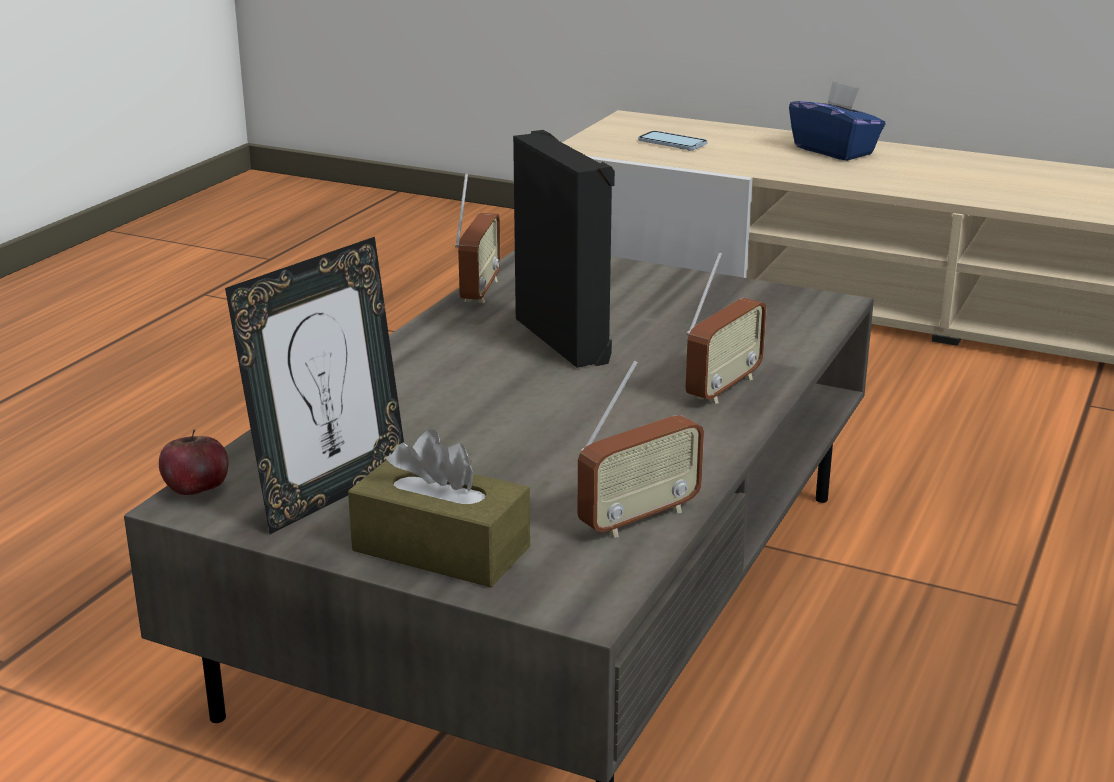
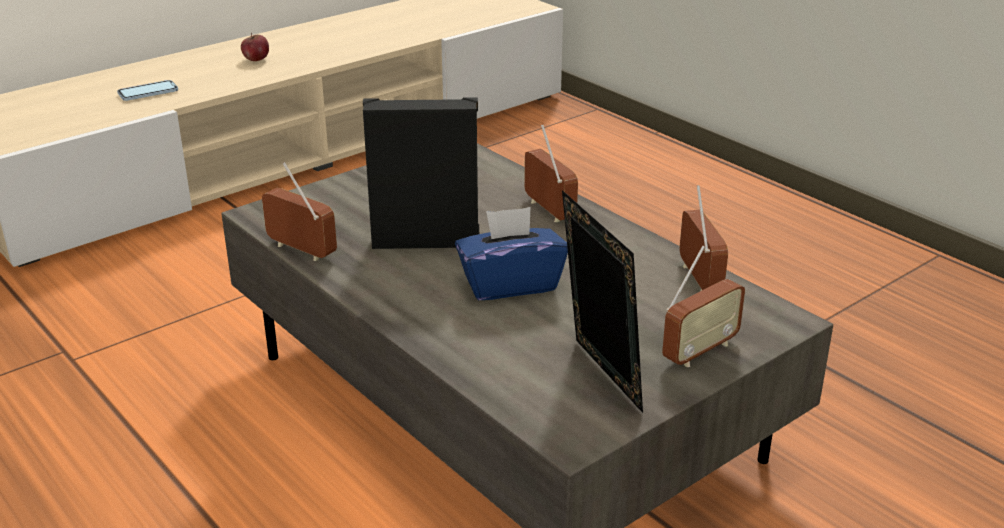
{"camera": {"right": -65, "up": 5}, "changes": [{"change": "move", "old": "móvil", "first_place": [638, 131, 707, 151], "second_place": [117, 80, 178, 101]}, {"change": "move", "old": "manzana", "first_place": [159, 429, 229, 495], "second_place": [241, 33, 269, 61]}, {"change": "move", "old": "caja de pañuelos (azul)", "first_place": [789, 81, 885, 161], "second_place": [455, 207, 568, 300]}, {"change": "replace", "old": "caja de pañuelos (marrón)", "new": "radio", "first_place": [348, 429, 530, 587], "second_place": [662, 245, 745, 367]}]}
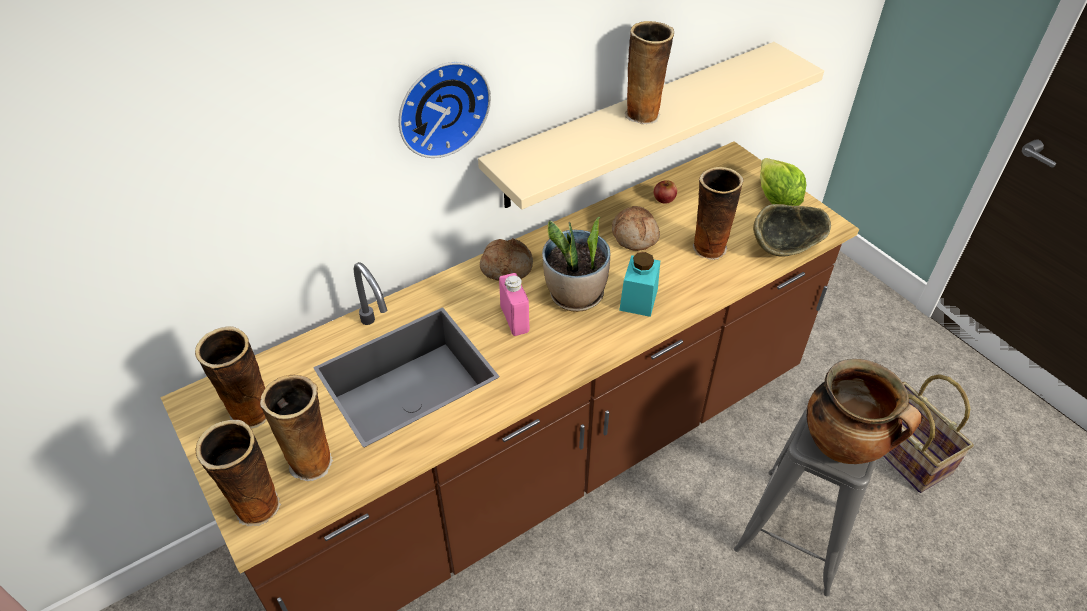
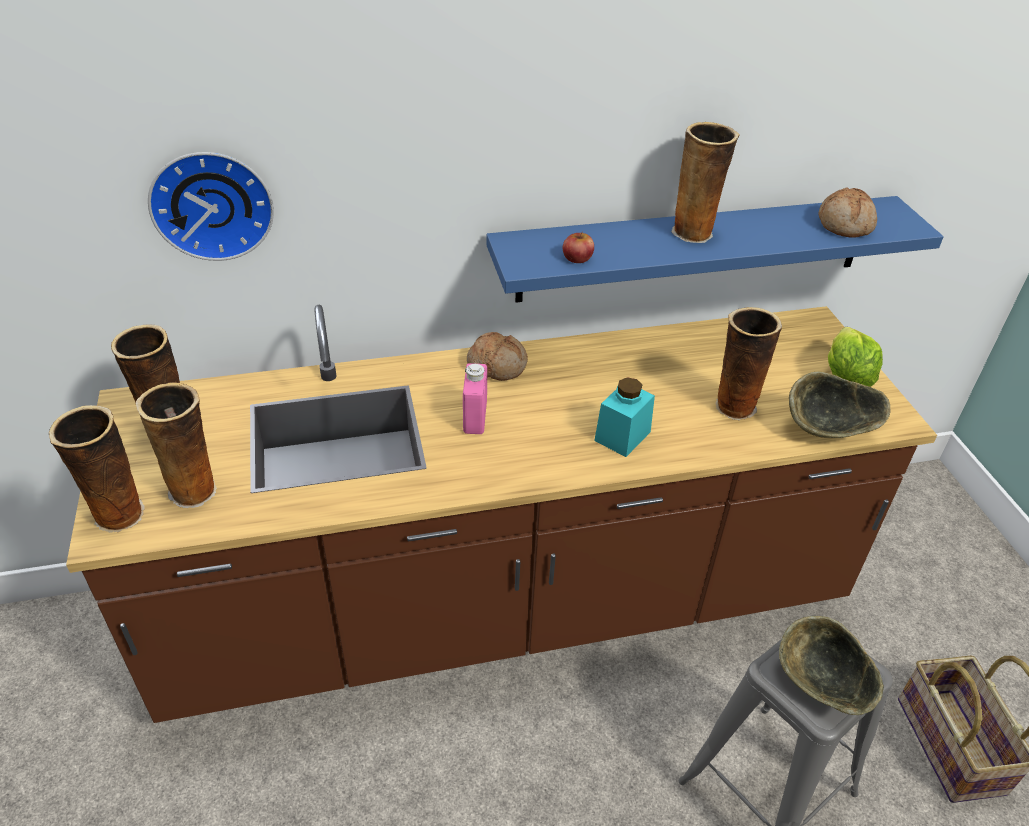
{"camera": {"right": 20, "up": -5}, "changes": [{"change": "move", "old": "reloj de pared", "first_place": [399, 62, 491, 158], "second_place": [148, 152, 274, 261]}, {"change": "recolor", "old": "estante (beis)", "new": "estante (azul)", "first_place": [478, 42, 824, 210], "second_place": [486, 196, 944, 303]}, {"change": "move", "old": "manzana", "first_place": [654, 180, 677, 204], "second_place": [563, 231, 594, 263]}, {"change": "replace", "old": "olla", "new": "cuenco", "first_place": [807, 359, 922, 464], "second_place": [779, 616, 884, 715]}, {"change": "move", "old": "pan", "first_place": [612, 206, 660, 251], "second_place": [818, 188, 877, 238]}, {"change": "delete", "old": "planta en maceta", "first_place": [542, 217, 610, 312]}]}
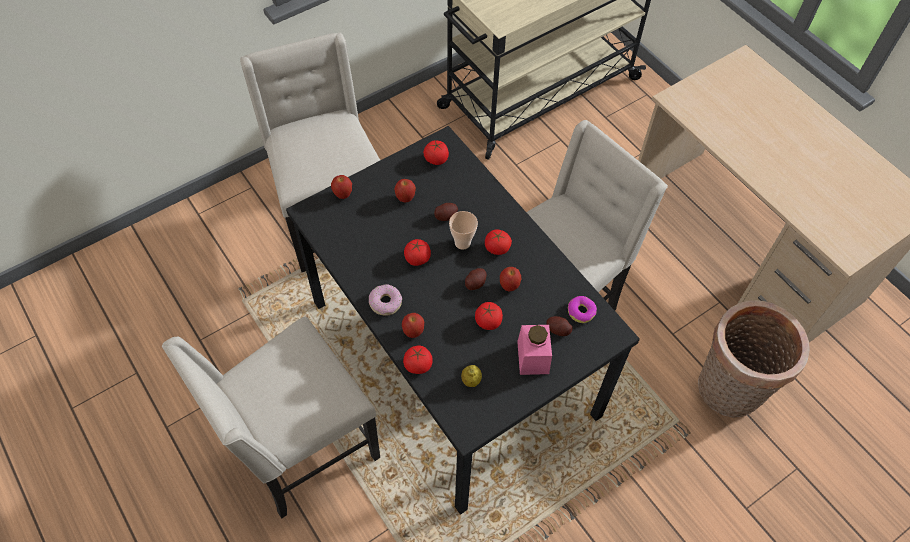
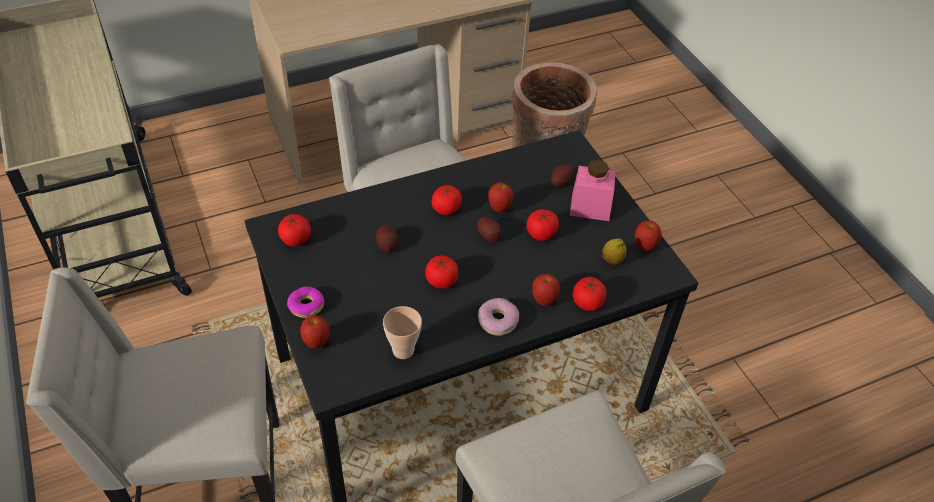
{"camera": {"right": -80, "up": -10}, "changes": [{"change": "move", "old": "rosquilla", "first_place": [568, 296, 597, 323], "second_place": [287, 287, 324, 318]}, {"change": "move", "old": "taza", "first_place": [449, 211, 478, 250], "second_place": [383, 306, 422, 359]}, {"change": "move", "old": "manzana", "first_place": [394, 179, 416, 203], "second_place": [635, 220, 662, 251]}]}
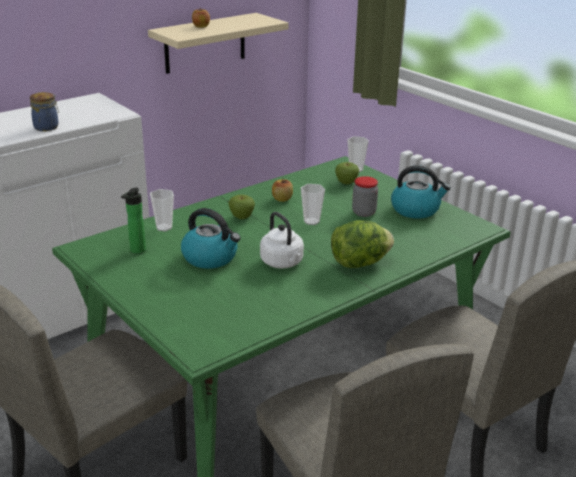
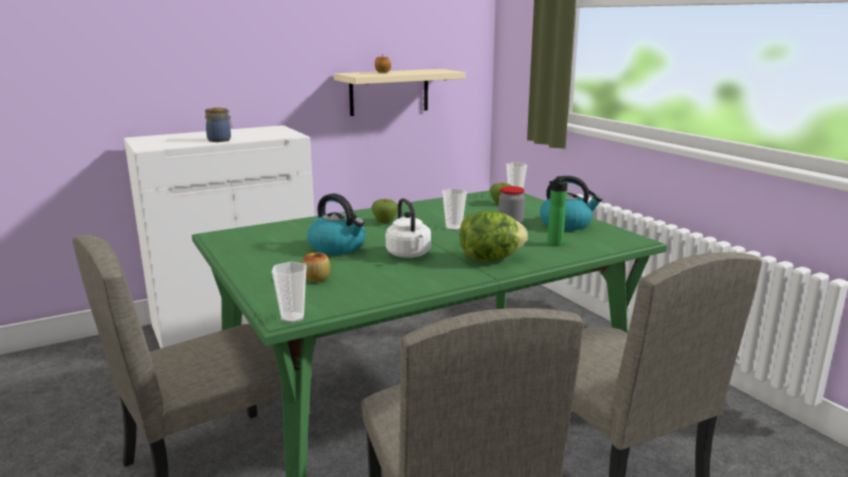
{"camera": {"right": 10, "up": -10}, "changes": [{"change": "move", "old": "taza", "first_place": [150, 189, 174, 232], "second_place": [272, 262, 306, 323]}, {"change": "move", "old": "manzana", "first_place": [272, 178, 293, 202], "second_place": [302, 250, 330, 282]}, {"change": "move", "old": "botella", "first_place": [121, 187, 146, 254], "second_place": [547, 176, 568, 246]}]}
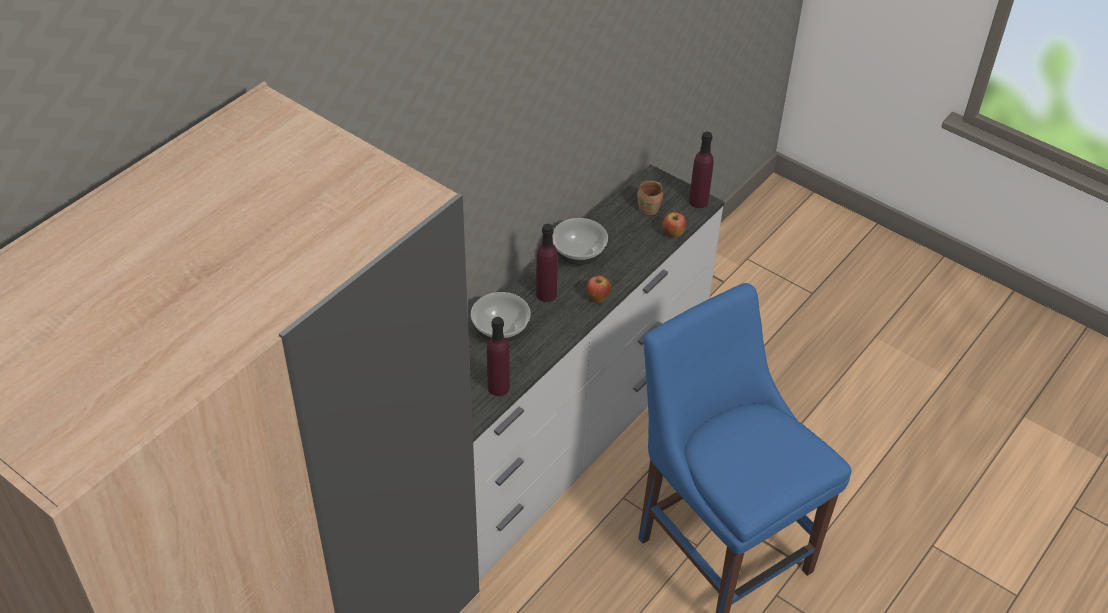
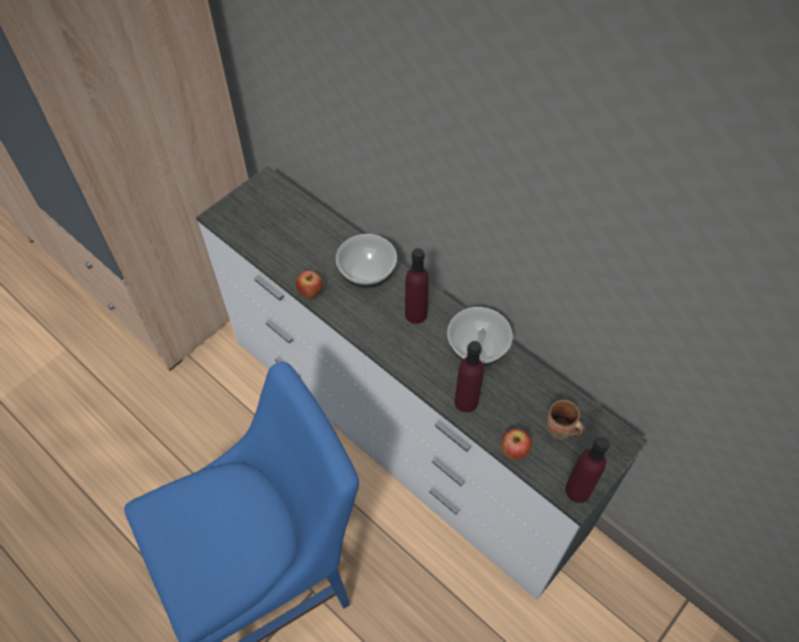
{"camera": {"right": 95, "up": 10}, "changes": [{"change": "move", "old": "manzana", "first_place": [586, 275, 611, 303], "second_place": [296, 271, 323, 299]}, {"change": "move", "old": "botella (morado)", "first_place": [487, 317, 510, 396], "second_place": [454, 341, 484, 413]}]}
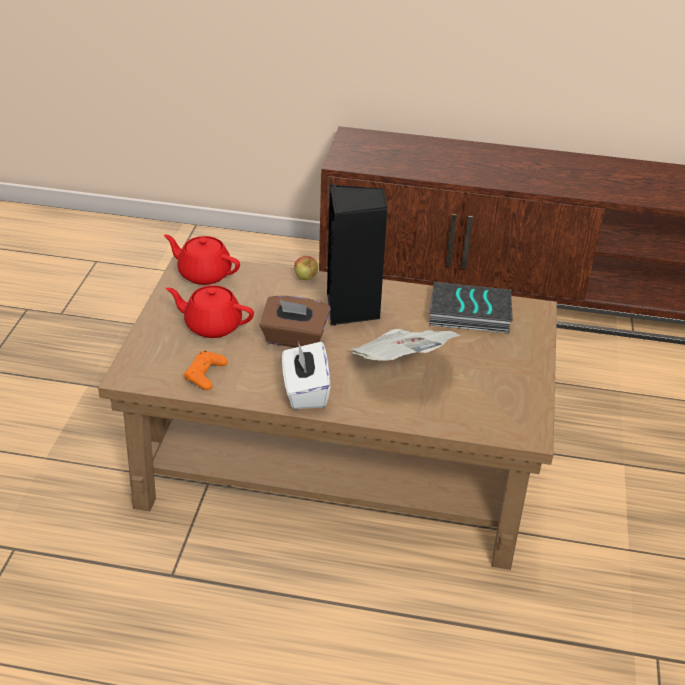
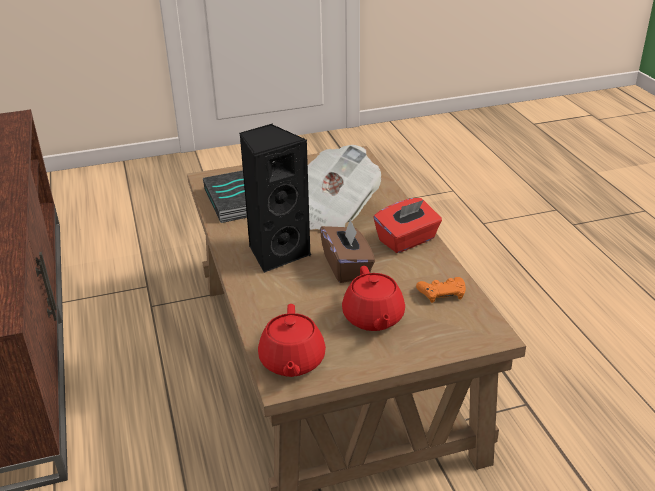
{"camera": {"right": -115, "up": -5}, "changes": [{"change": "recolor", "old": "caja de pañuelos (blanco)", "new": "caja de pañuelos (rojo)", "first_place": [282, 341, 330, 409], "second_place": [373, 198, 442, 253]}, {"change": "delete", "old": "manzana", "first_place": [294, 256, 318, 280]}]}
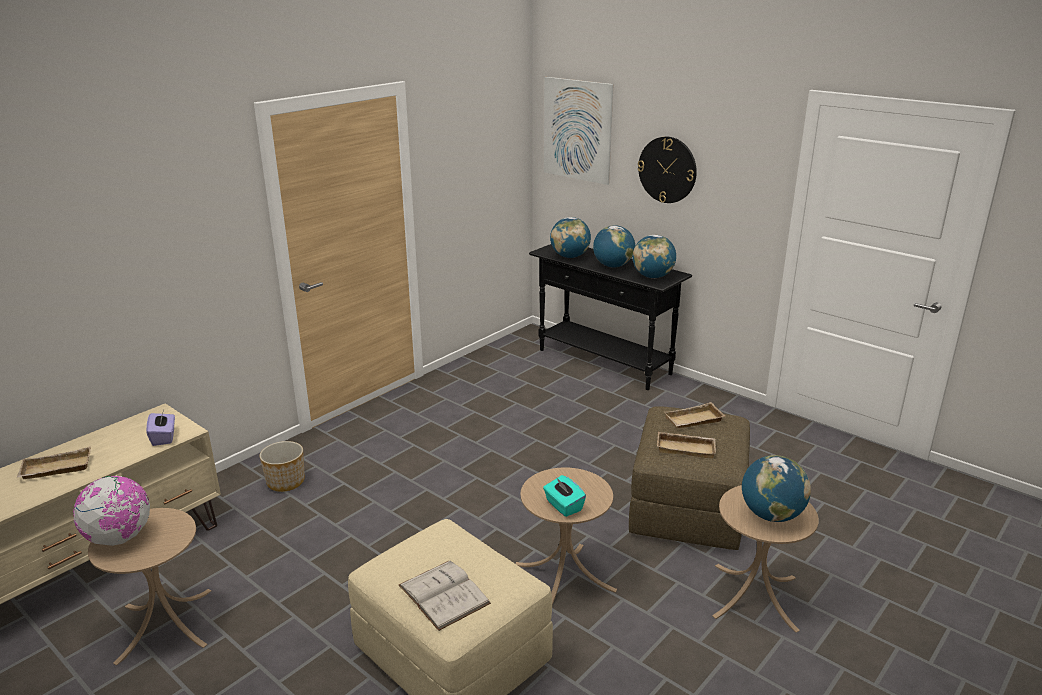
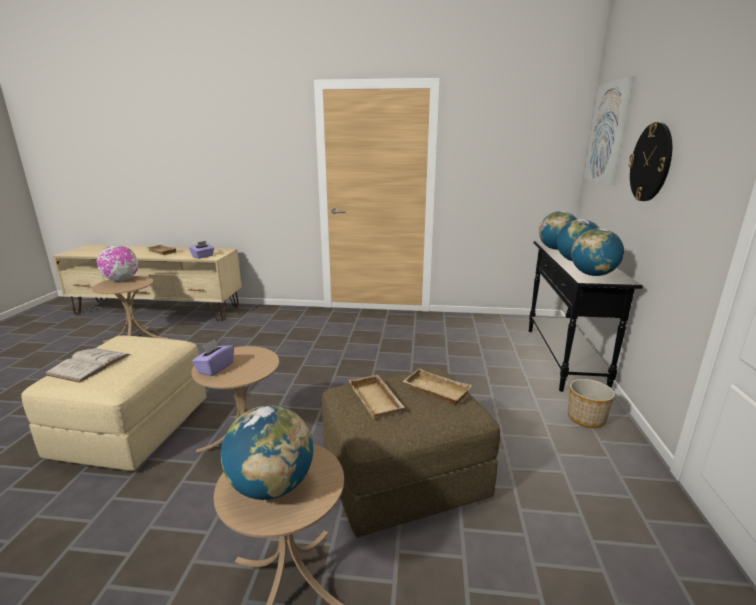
{"camera": {"right": 55, "up": -5}, "changes": [{"change": "recolor", "old": "caja de pañuelos (turquesa)", "new": "caja de pañuelos (morado)", "first_place": [543, 475, 586, 517], "second_place": [192, 339, 234, 376]}, {"change": "move", "old": "maceta", "first_place": [259, 441, 305, 492], "second_place": [568, 379, 615, 428]}]}
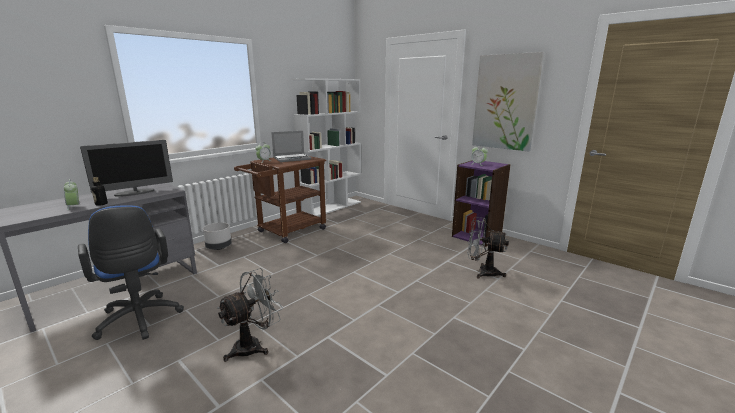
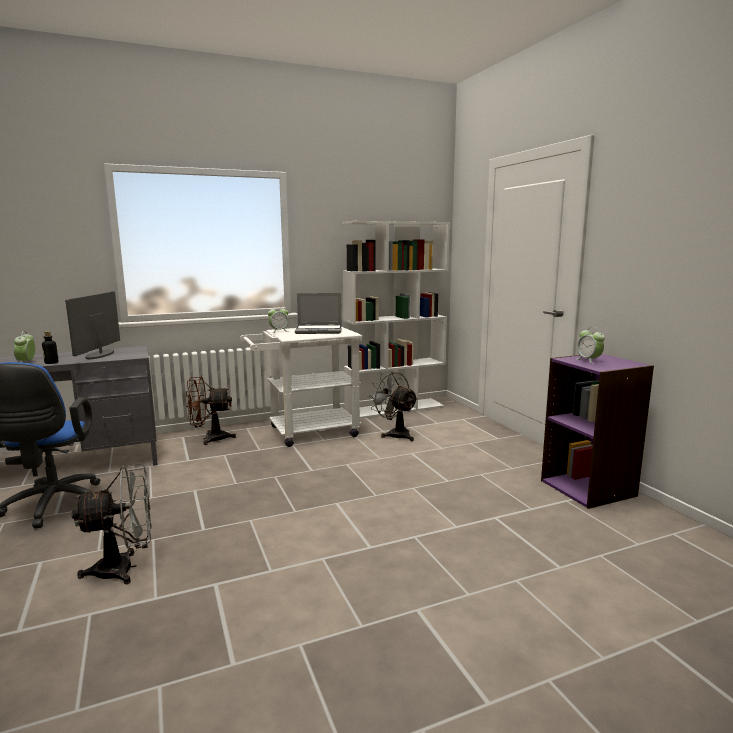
{"camera": {"right": 25, "up": -5}, "changes": [{"change": "rotate", "old": "monitor", "first_place": [80, 140, 173, 197], "second_place": [65, 292, 120, 359], "degrees": 105}, {"change": "replace", "old": "maceta (gris)", "new": "ventilador (marrón)", "first_place": [203, 222, 232, 250], "second_place": [186, 376, 236, 445]}, {"change": "recolor", "old": "carrito (marrón)", "new": "carrito (blanco)", "first_place": [234, 156, 326, 243], "second_place": [240, 327, 362, 447]}, {"change": "move", "old": "ventilador (gris)", "first_place": [467, 217, 509, 279], "second_place": [368, 371, 418, 441]}, {"change": "delete", "old": "cuadro", "first_place": [472, 52, 544, 152]}]}
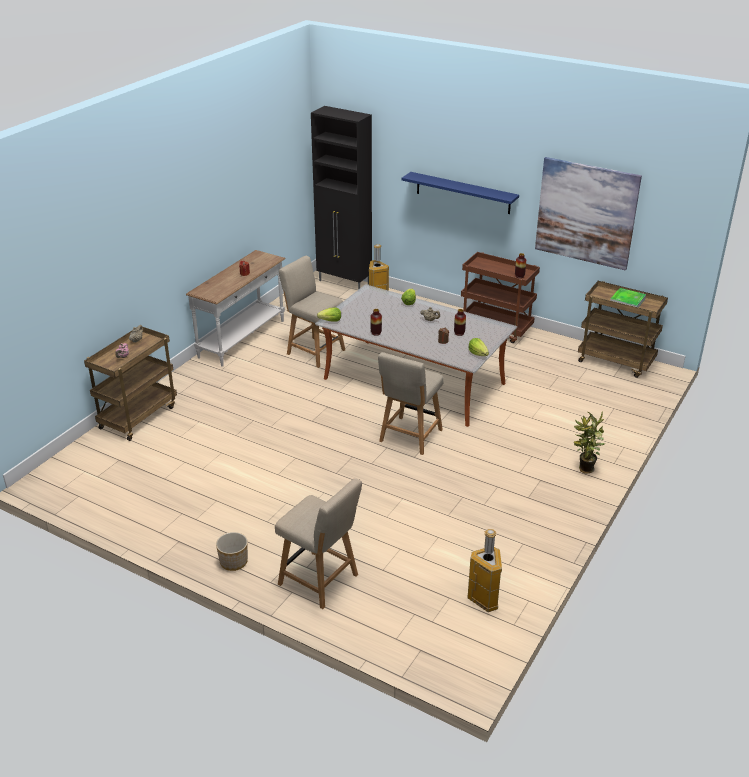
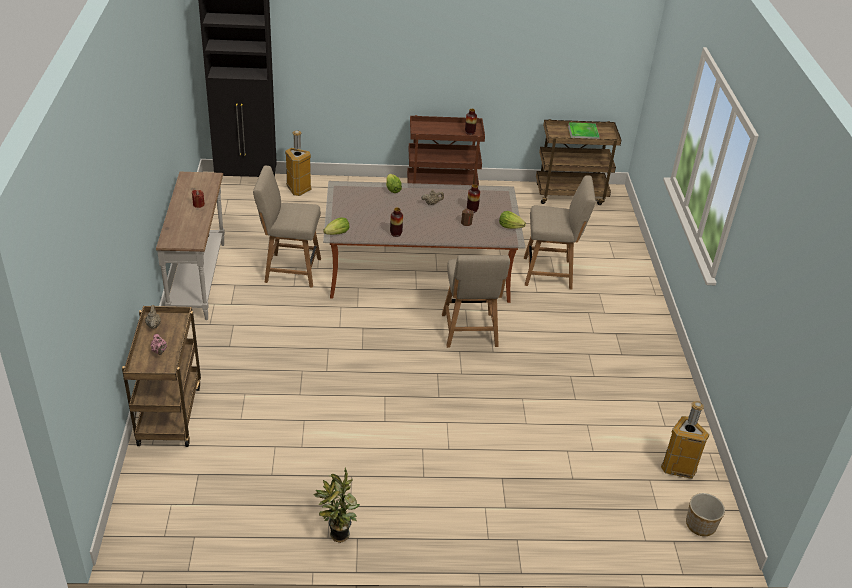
{"camera": {"right": -35, "up": 5}, "changes": [{"change": "move", "old": "planta en maceta", "first_place": [574, 412, 605, 474], "second_place": [313, 467, 360, 543]}, {"change": "move", "old": "silla (beis)", "first_place": [275, 478, 362, 609], "second_place": [524, 175, 596, 289]}, {"change": "move", "old": "maceta", "first_place": [216, 532, 248, 571], "second_place": [686, 493, 725, 536]}, {"change": "delete", "old": "estante (azul)", "first_place": [402, 172, 519, 214]}, {"change": "delete", "old": "cuadro", "first_place": [535, 157, 642, 270]}]}
